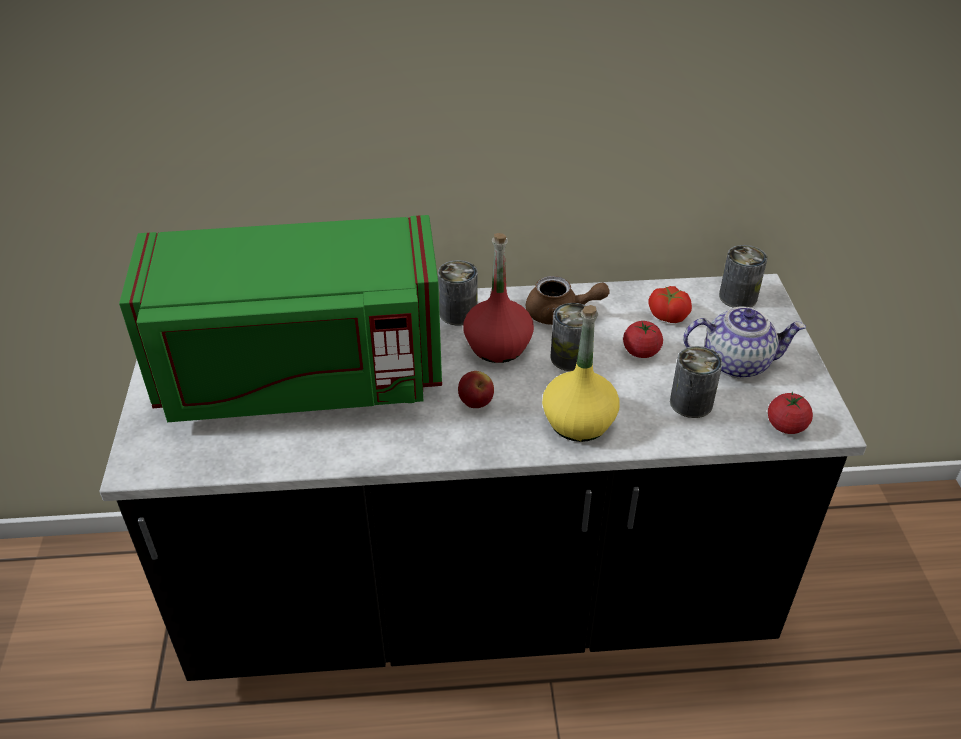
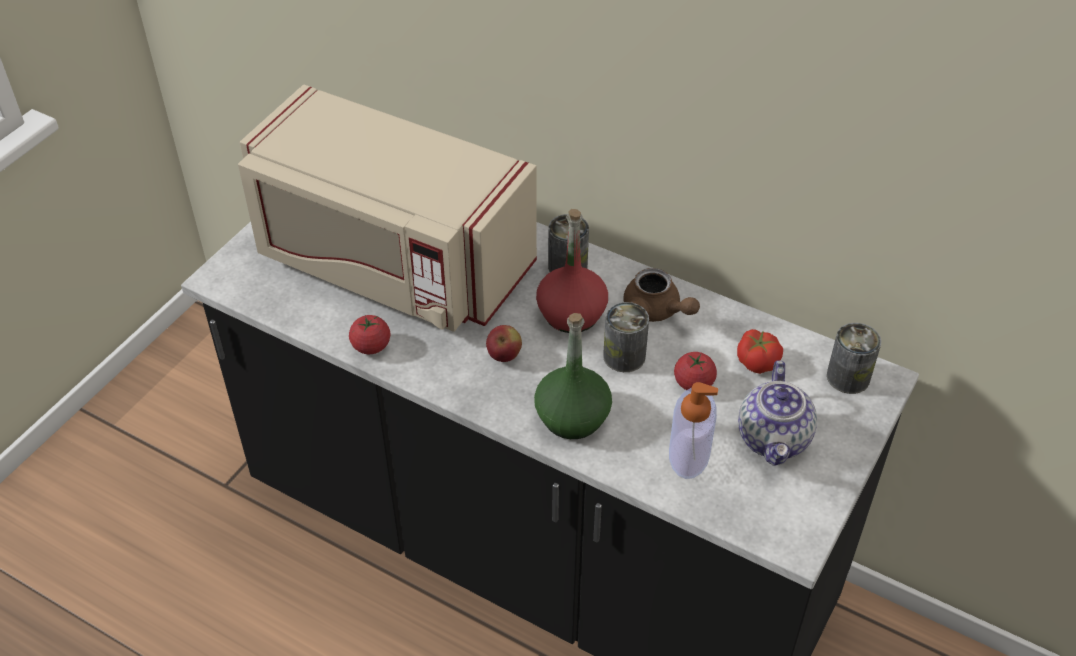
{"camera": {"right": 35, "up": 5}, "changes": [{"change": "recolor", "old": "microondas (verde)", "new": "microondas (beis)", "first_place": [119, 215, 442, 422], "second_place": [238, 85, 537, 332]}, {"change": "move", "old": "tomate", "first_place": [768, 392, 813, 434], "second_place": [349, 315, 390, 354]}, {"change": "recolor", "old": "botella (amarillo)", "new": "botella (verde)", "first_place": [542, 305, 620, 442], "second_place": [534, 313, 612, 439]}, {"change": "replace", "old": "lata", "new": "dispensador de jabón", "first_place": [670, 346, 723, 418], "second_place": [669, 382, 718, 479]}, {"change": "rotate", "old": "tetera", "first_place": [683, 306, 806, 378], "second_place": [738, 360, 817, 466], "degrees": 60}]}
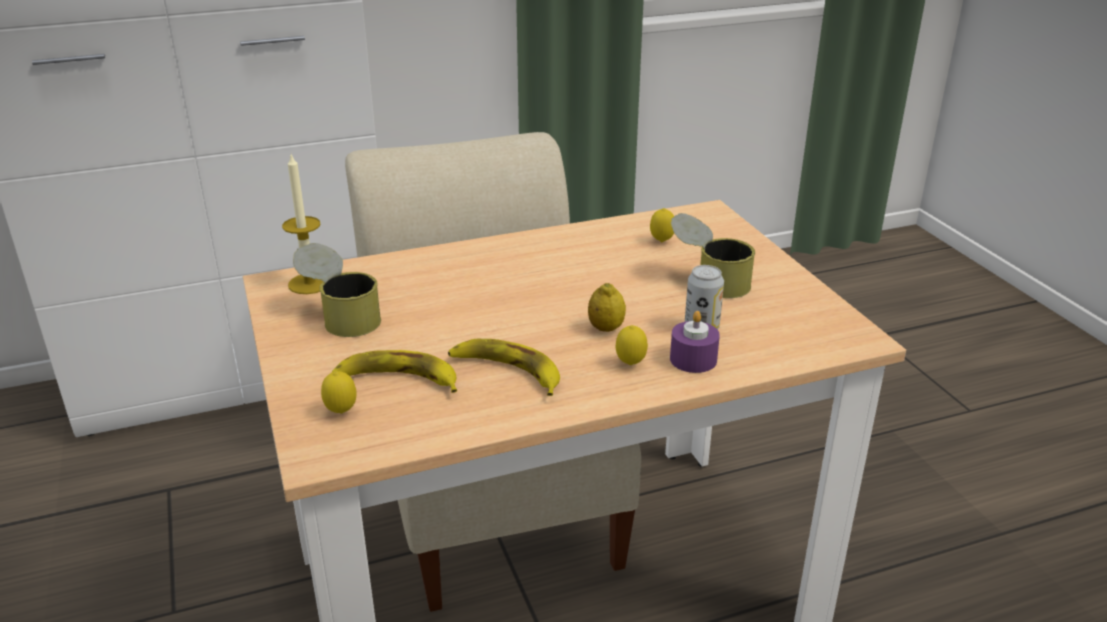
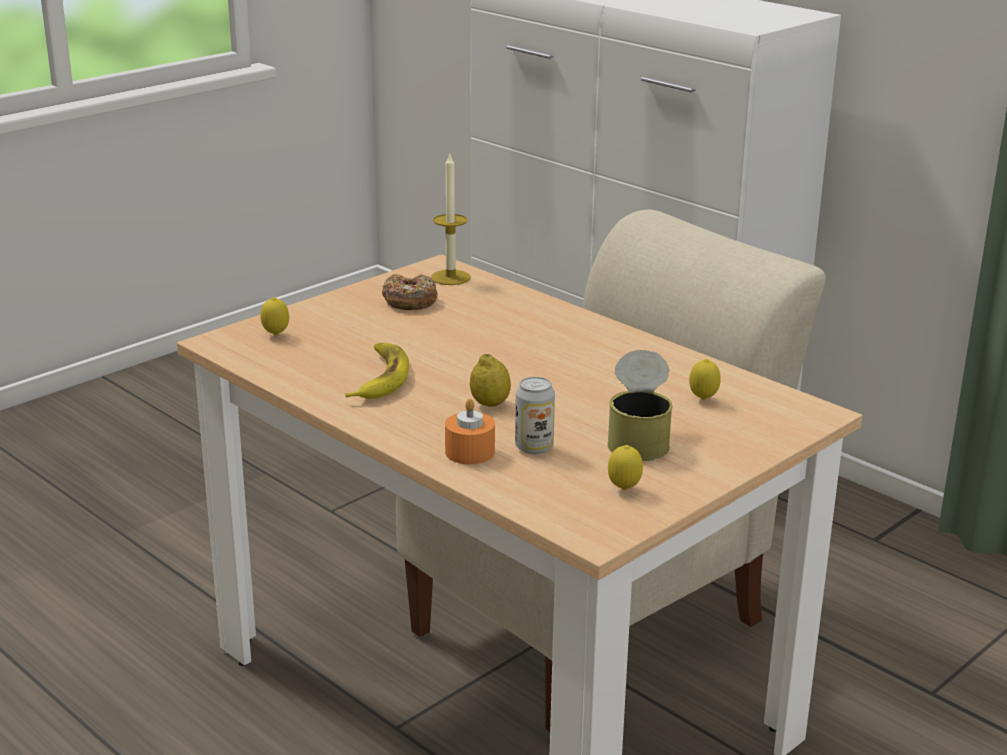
{"camera": {"right": 65, "up": -5}, "changes": [{"change": "replace", "old": "lata", "new": "rosquilla", "first_place": [293, 243, 381, 337], "second_place": [382, 274, 438, 310]}, {"change": "recolor", "old": "vela (morado)", "new": "vela (naranja)", "first_place": [670, 311, 720, 373], "second_place": [445, 399, 495, 464]}, {"change": "move", "old": "limón", "first_place": [616, 325, 648, 365], "second_place": [608, 445, 643, 490]}, {"change": "delete", "old": "plátano", "first_place": [332, 350, 457, 393]}]}
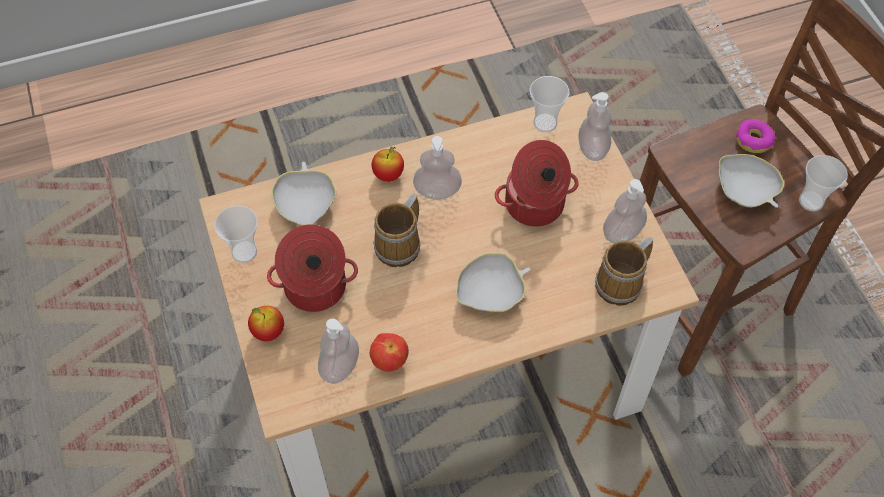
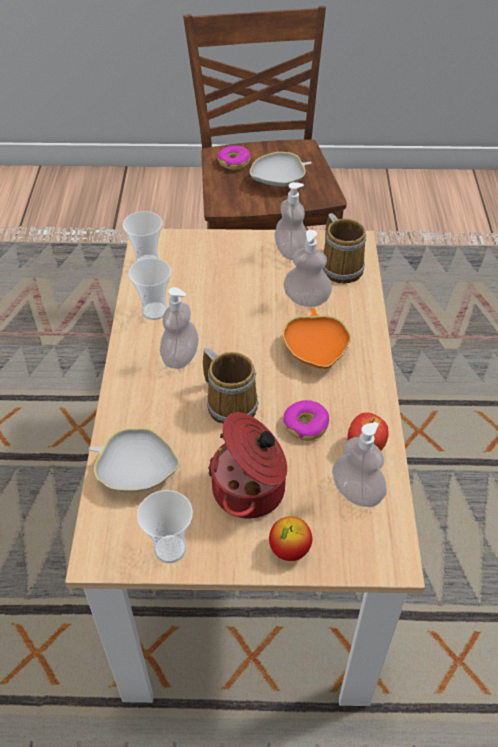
{"camera": {"right": -70, "up": -10}, "changes": [{"change": "move", "old": "taza", "first_place": [799, 155, 848, 211], "second_place": [128, 258, 171, 320]}, {"change": "recolor", "old": "cuenco (blanco)", "new": "cuenco (naranja)", "first_place": [456, 253, 531, 312], "second_place": [282, 308, 351, 369]}, {"change": "move", "old": "dispensador de jabón", "first_place": [578, 92, 611, 161], "second_place": [283, 230, 332, 307]}, {"change": "insert", "new": "rosquilla", "second_place": [283, 400, 329, 441]}, {"change": "delete", "old": "manzana", "first_place": [372, 146, 404, 182]}, {"change": "delete", "old": "olla", "first_place": [495, 140, 579, 227]}]}
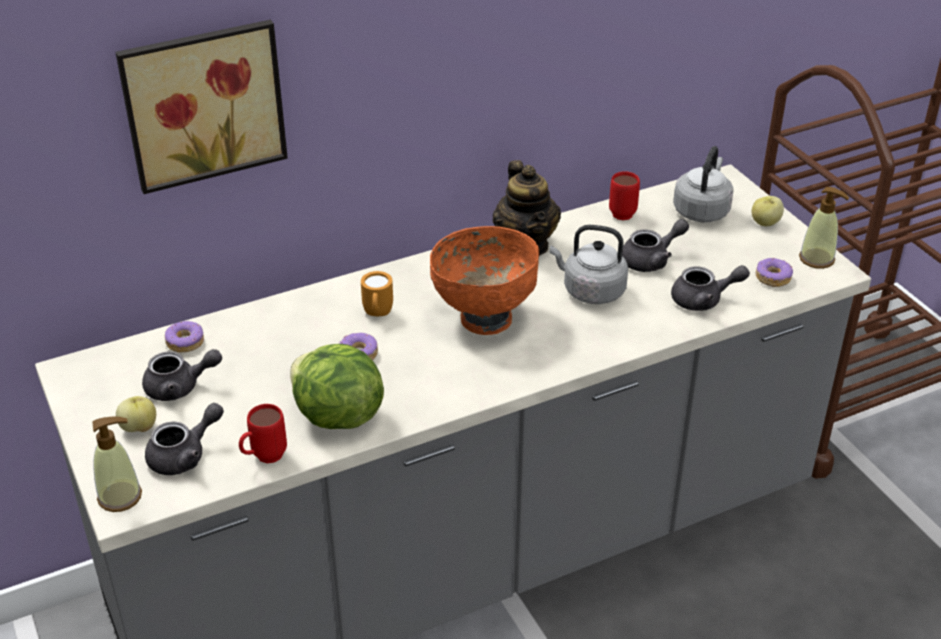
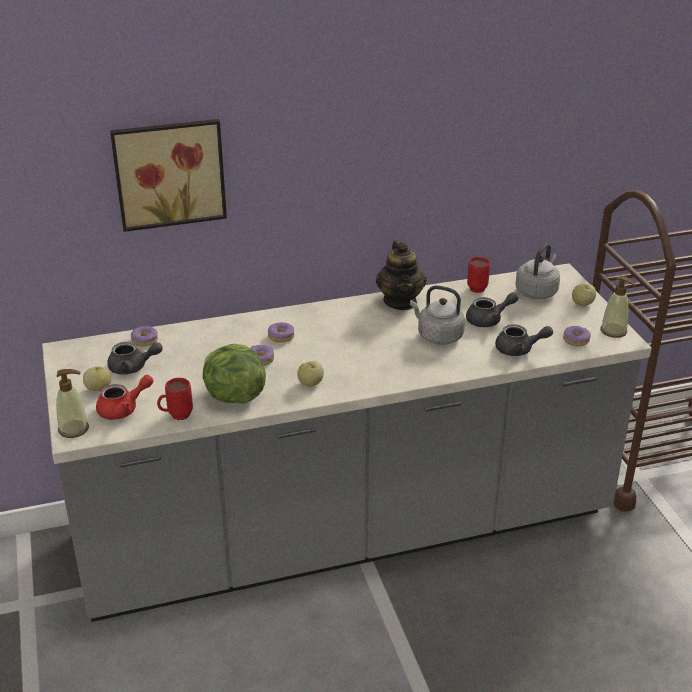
{"camera": {"right": 10, "up": -5}, "changes": [{"change": "recolor", "old": "tetera (gris)", "new": "tetera (rojo)", "first_place": [145, 403, 224, 475], "second_place": [96, 375, 153, 420]}, {"change": "replace", "old": "taza grande (naranja)", "new": "rosquilla", "first_place": [361, 271, 393, 316], "second_place": [268, 322, 294, 342]}, {"change": "insert", "new": "manzana", "second_place": [297, 361, 324, 387]}, {"change": "delete", "old": "cuenco (naranja)", "first_place": [430, 226, 539, 335]}]}
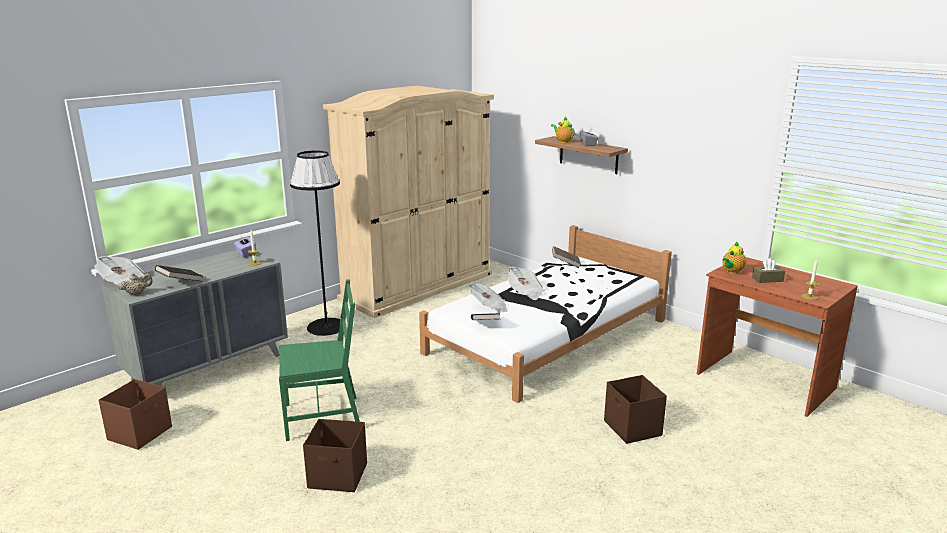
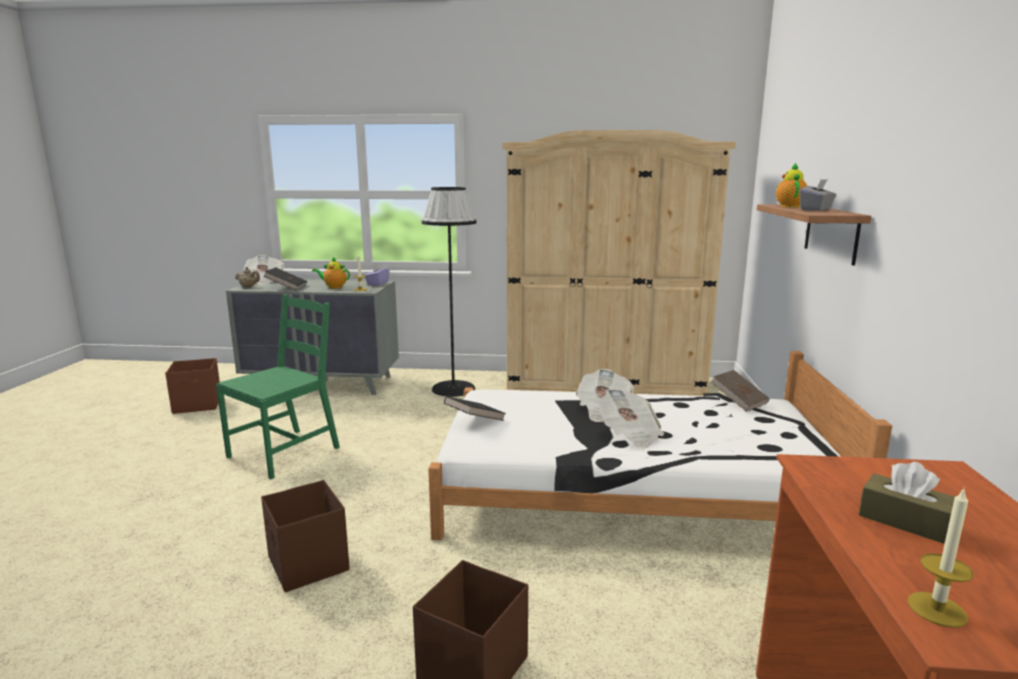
{"camera": {"right": 50, "up": -5}, "changes": [{"change": "rotate", "old": "silla (verde)", "first_place": [279, 279, 360, 441], "second_place": [216, 294, 340, 479], "degrees": -90}, {"change": "move", "old": "caja de almacenaje (marrón)", "first_place": [303, 419, 367, 492], "second_place": [261, 480, 350, 592]}, {"change": "move", "old": "tetera", "first_place": [722, 241, 746, 274], "second_place": [312, 257, 350, 289]}, {"change": "move", "old": "periódico", "first_place": [468, 283, 508, 312], "second_place": [598, 388, 664, 449]}]}
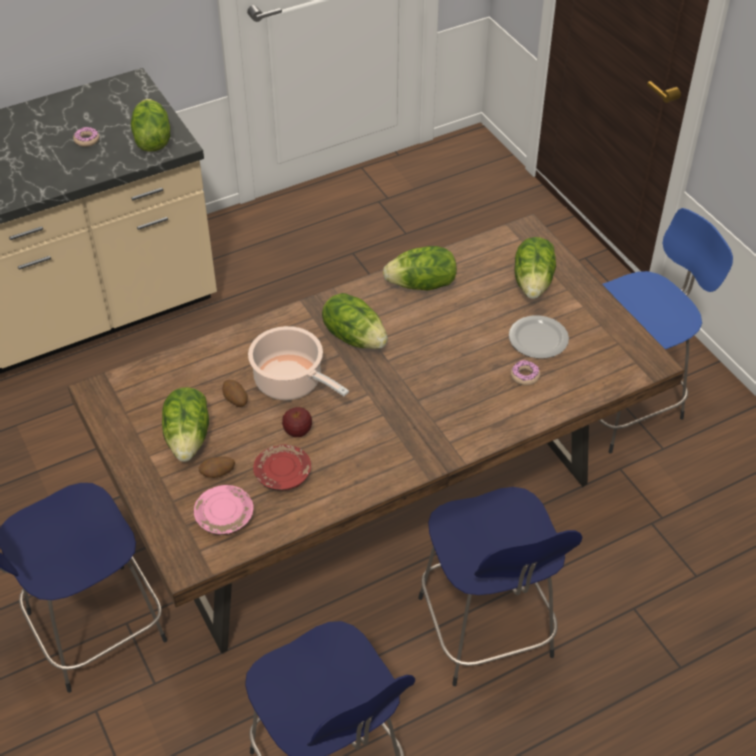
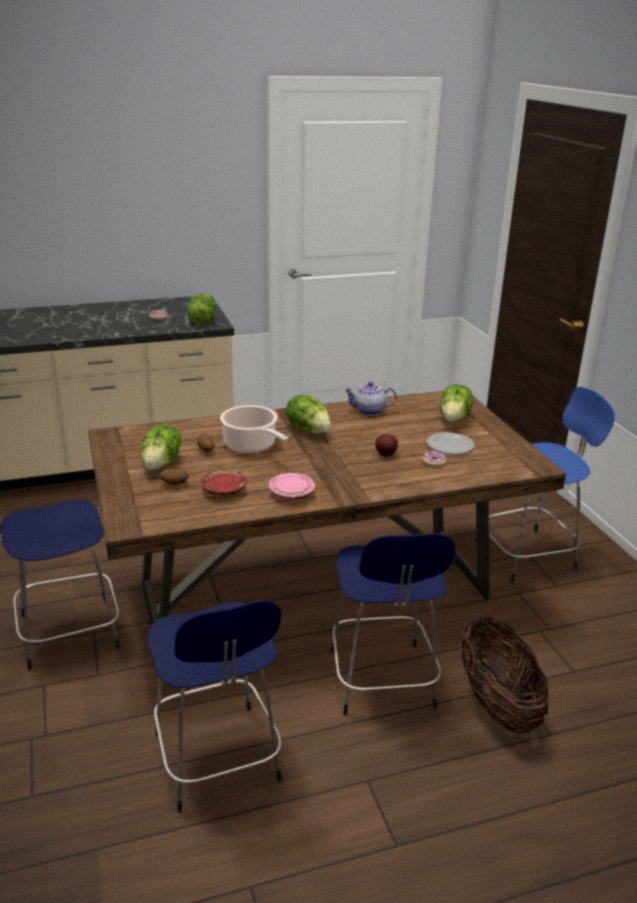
{"camera": {"right": 10, "up": -20}, "changes": [{"change": "move", "old": "plato (rosa)", "first_place": [194, 485, 254, 535], "second_place": [269, 473, 315, 500]}, {"change": "replace", "old": "lechuga", "new": "tetera", "first_place": [383, 246, 457, 290], "second_place": [344, 382, 397, 416]}, {"change": "move", "old": "manzana", "first_place": [282, 407, 312, 437], "second_place": [375, 434, 398, 457]}, {"change": "insert", "new": "cesta", "second_place": [461, 616, 549, 733]}]}
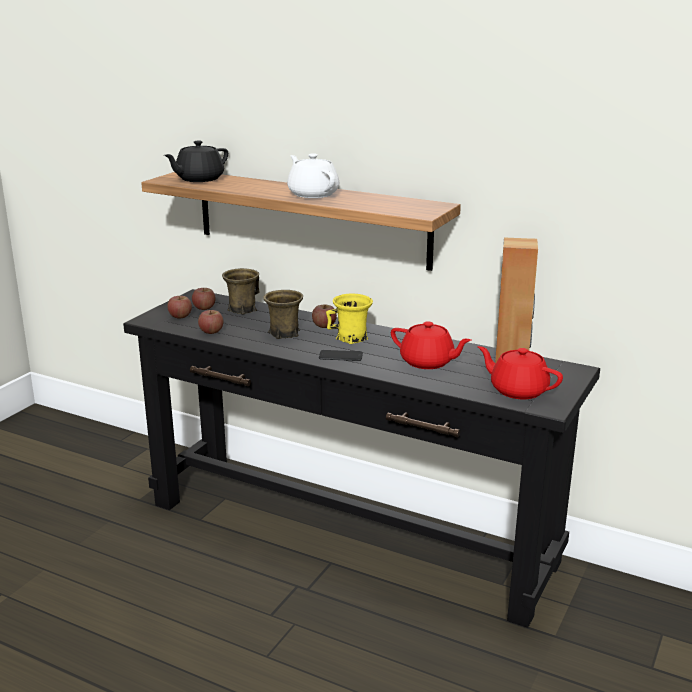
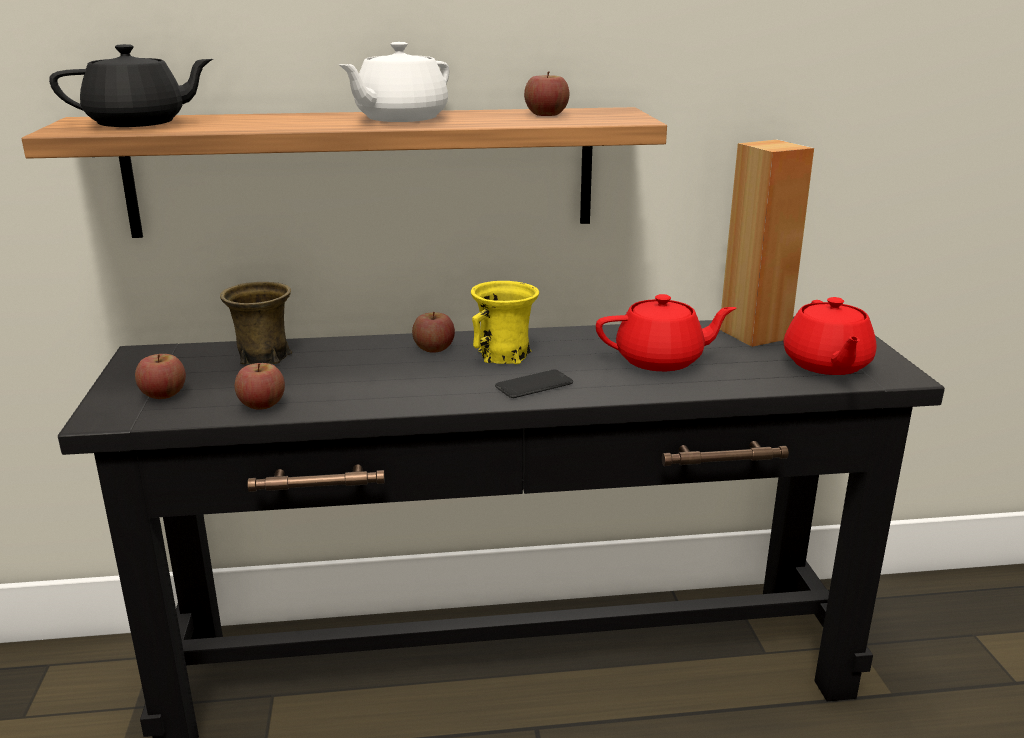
{"camera": {"right": -35, "up": 0}, "changes": [{"change": "rotate", "old": "tetera (negro)", "first_place": [164, 141, 228, 182], "second_place": [49, 44, 213, 127], "degrees": -120}, {"change": "rotate", "old": "tetera (blanco)", "first_place": [287, 153, 339, 198], "second_place": [339, 42, 449, 122], "degrees": -75}, {"change": "move", "old": "manzana", "first_place": [192, 288, 216, 310], "second_place": [524, 72, 569, 116]}, {"change": "rotate", "old": "tetera (rojo)", "first_place": [478, 346, 563, 399], "second_place": [783, 297, 877, 375], "degrees": -90}, {"change": "delete", "old": "taza grande (marrón)", "first_place": [263, 290, 303, 339]}]}
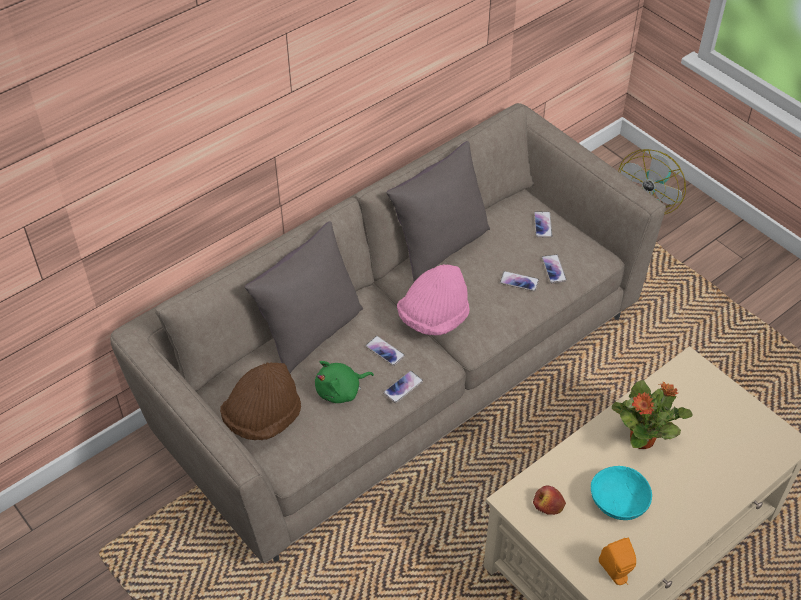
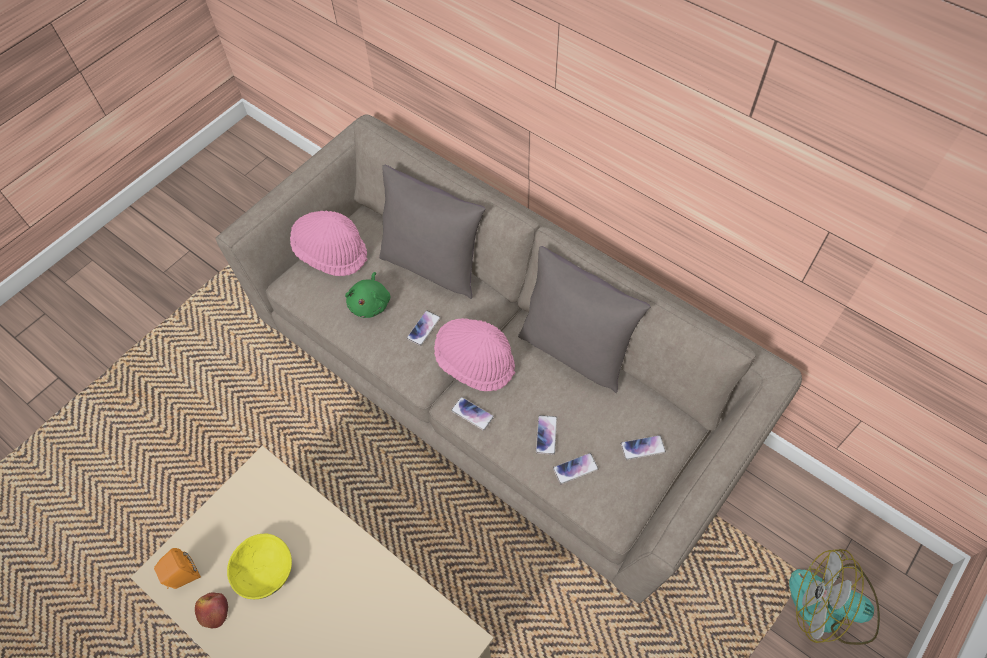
{"camera": {"right": 80, "up": 10}, "changes": [{"change": "move", "old": "manzana", "first_place": [533, 485, 566, 515], "second_place": [195, 592, 228, 629]}, {"change": "recolor", "old": "cuenco (turquesa)", "new": "cuenco (amarillo)", "first_place": [591, 466, 652, 520], "second_place": [227, 534, 292, 599]}, {"change": "recolor", "old": "sombrero (marrón)", "new": "sombrero (rosa)", "first_place": [220, 362, 301, 440], "second_place": [290, 211, 368, 276]}, {"change": "rotate", "old": "peluche (verde)", "first_place": [315, 361, 374, 403], "second_place": [345, 272, 390, 318], "degrees": -135}, {"change": "move", "old": "móvil", "first_place": [383, 371, 423, 403], "second_place": [451, 397, 494, 431]}, {"change": "delete", "old": "planta en maceta", "first_place": [612, 380, 693, 449]}]}
